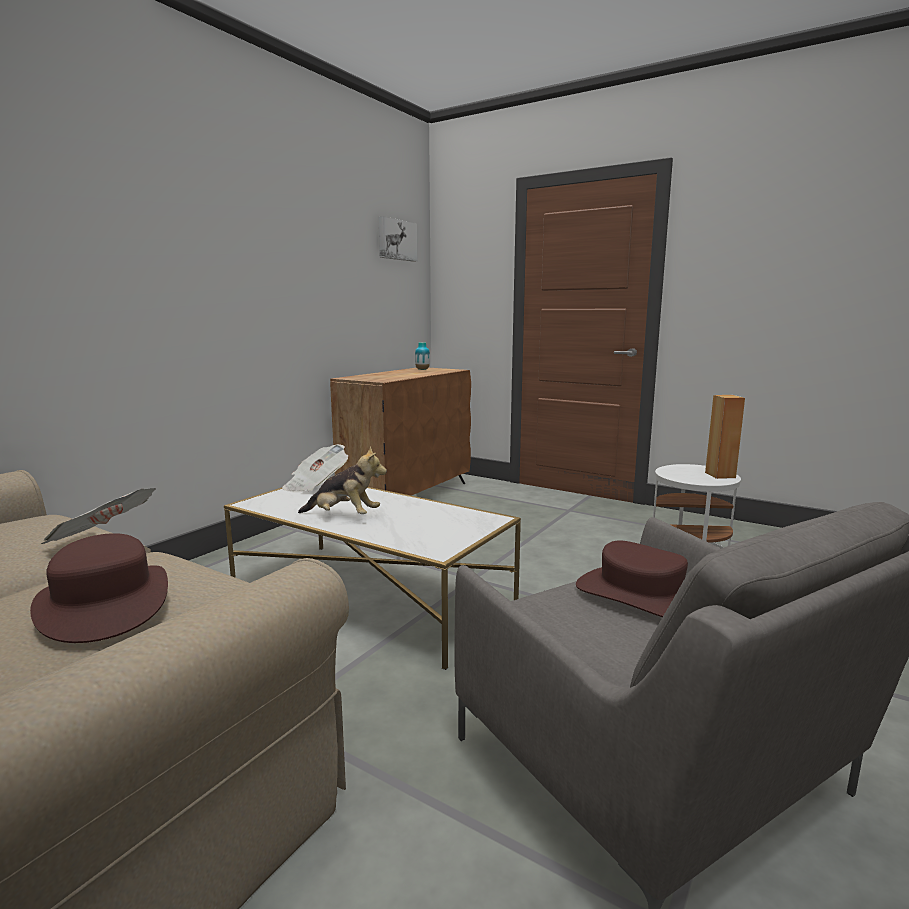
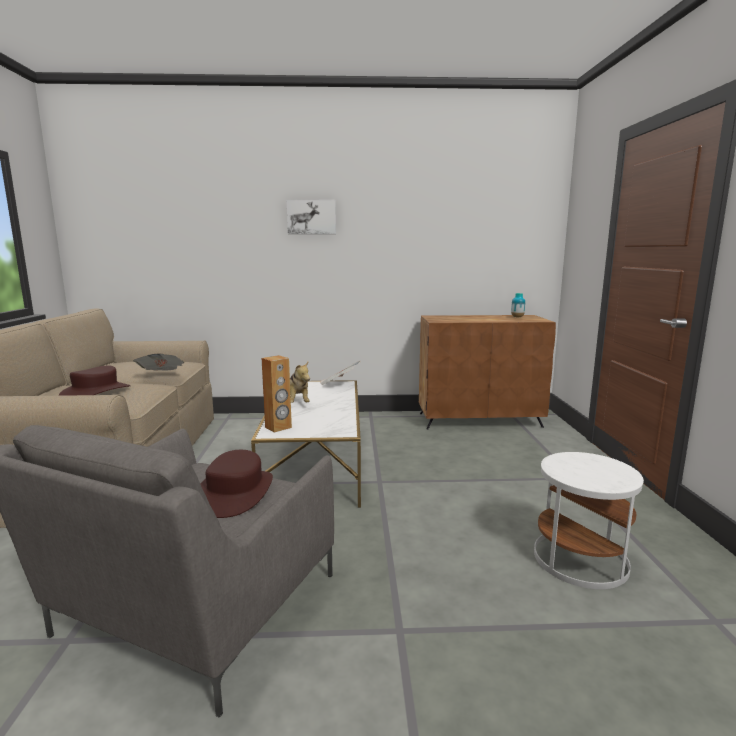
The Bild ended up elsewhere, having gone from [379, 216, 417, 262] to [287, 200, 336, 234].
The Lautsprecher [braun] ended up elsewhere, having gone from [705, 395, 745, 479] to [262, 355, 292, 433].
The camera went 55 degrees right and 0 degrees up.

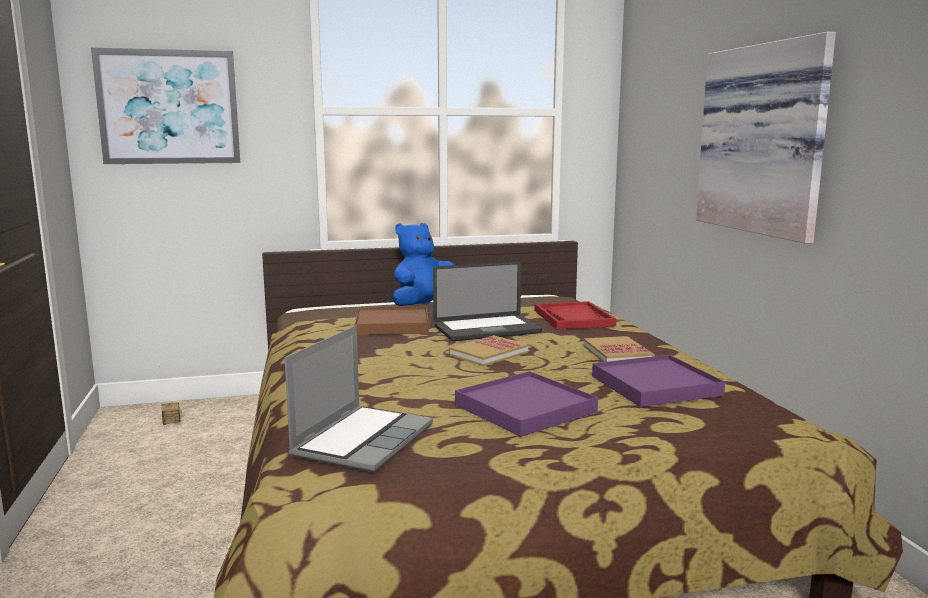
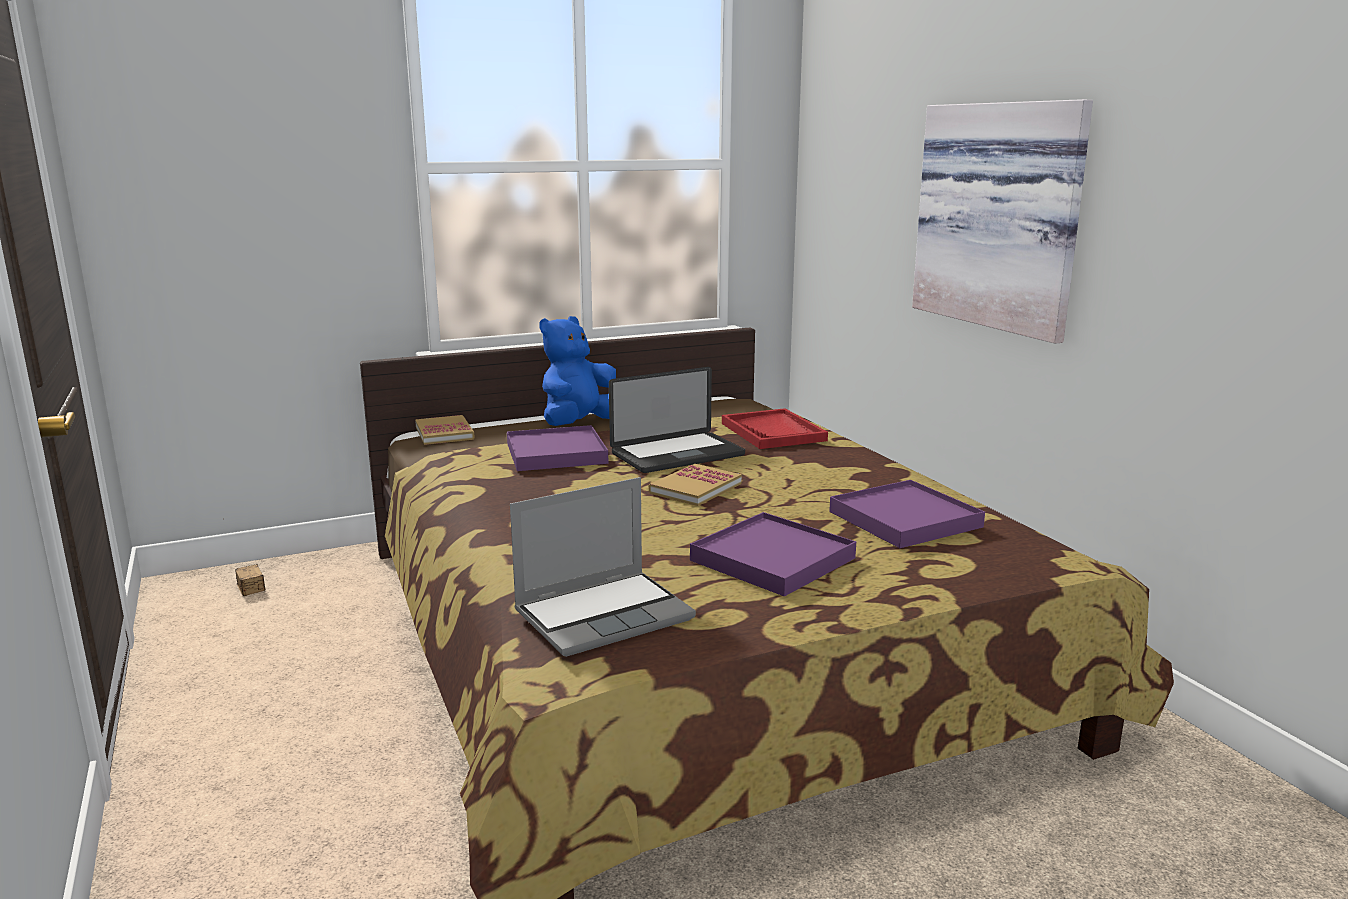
The second view lost the Bild at [91, 48, 240, 164].
What was the Tablett [braun] at [355, 306, 429, 335] turned into the Tablett [lila] at [507, 425, 608, 471].
The Laptop at [284, 325, 433, 472] ended up facing another way, 45 degrees clockwise from before.
The Buch ended up elsewhere, having gone from [584, 336, 655, 362] to [415, 415, 475, 445].
The camera went 10 degrees left and 5 degrees up.

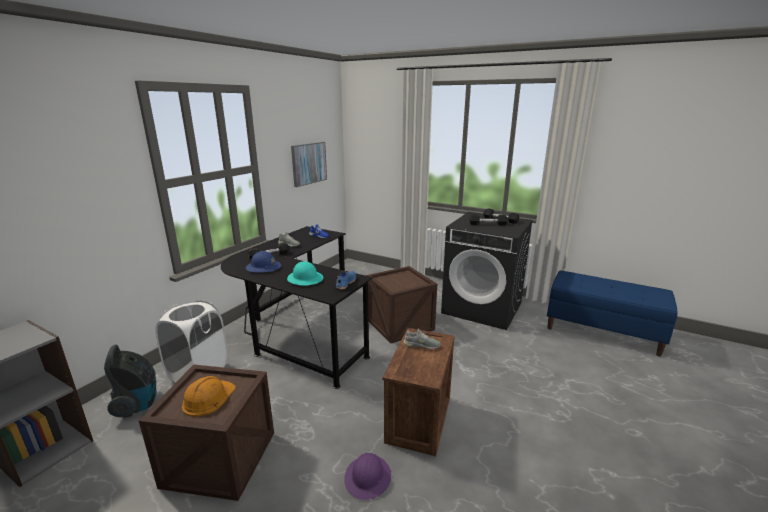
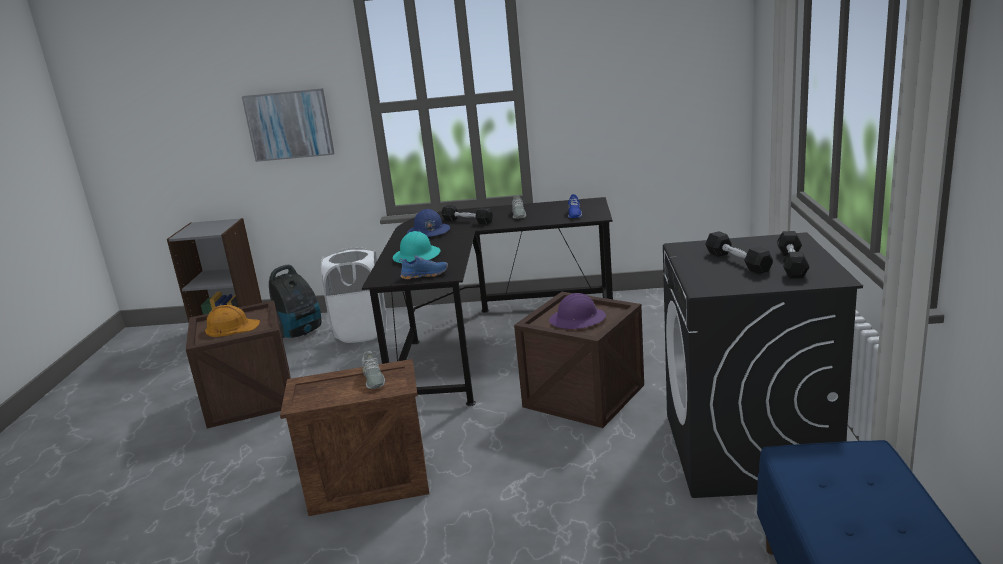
The Bild ended up elsewhere, having gone from [291, 142, 327, 187] to [242, 88, 335, 162].
The Schutzhelm [lila] ended up elsewhere, having gone from [344, 453, 391, 500] to [549, 293, 606, 329].
The camera went 65 degrees right and 0 degrees up.

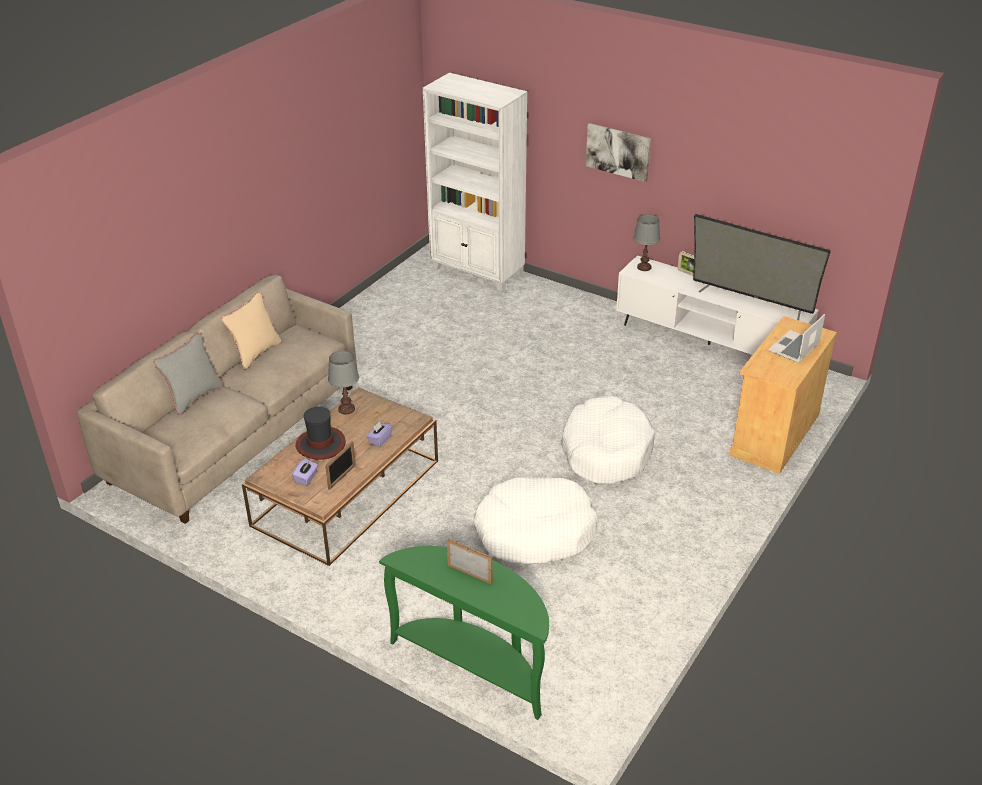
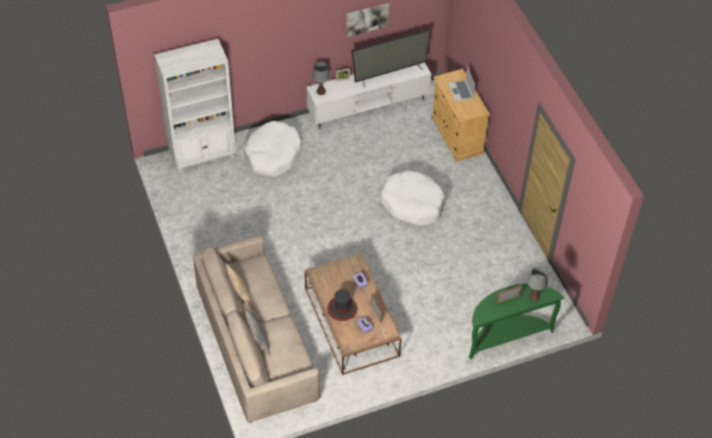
The Bild ended up elsewhere, having gone from [586, 123, 651, 182] to [346, 3, 389, 37].
The Tischlampe [grau] ended up elsewhere, having gone from [328, 351, 359, 414] to [528, 266, 548, 301].
The Hundebett [weiß] ended up elsewhere, having gone from [474, 476, 598, 565] to [244, 121, 302, 177].
The camera went 55 degrees left and 15 degrees up.

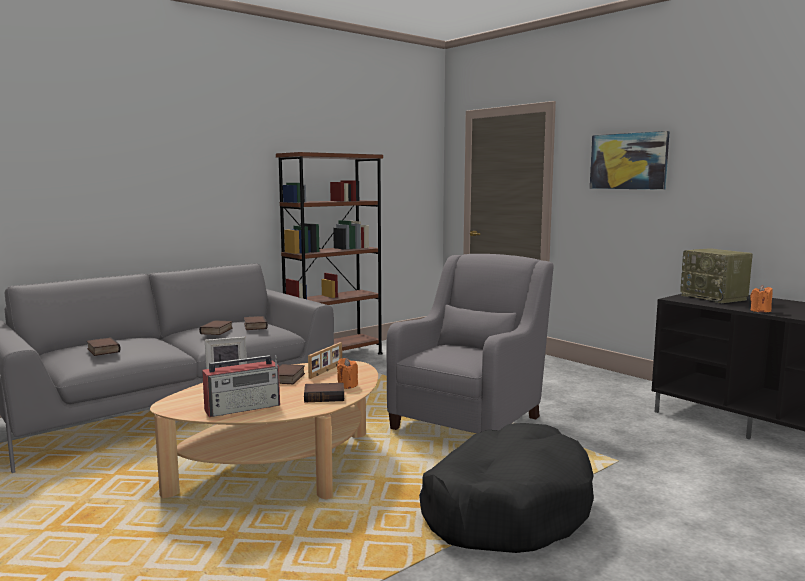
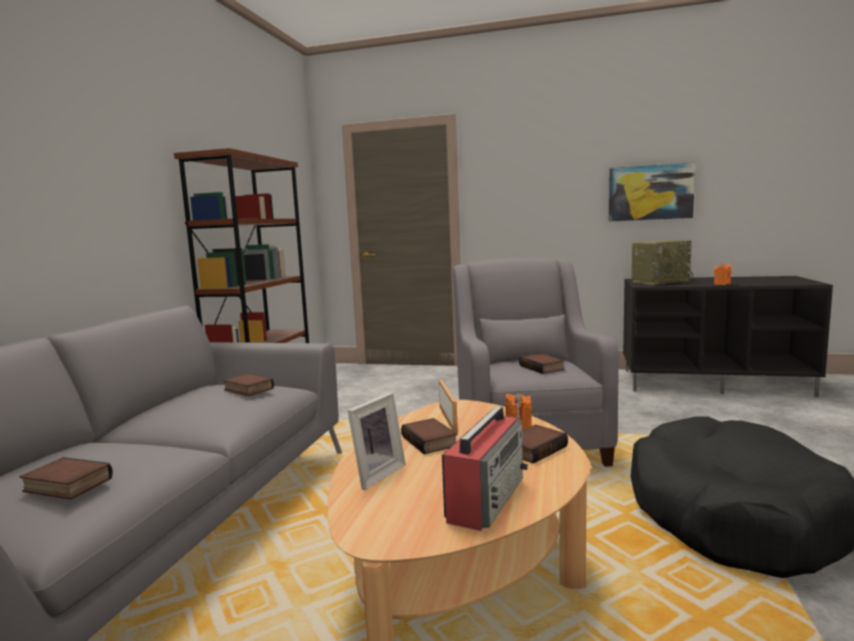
The Bild ended up elsewhere, having gone from [590, 131, 670, 190] to [609, 163, 695, 222].
The Radio at [680, 248, 753, 303] ended up facing another way, 45 degrees counterclockwise from before.
The Buch ended up elsewhere, having gone from [199, 320, 233, 335] to [519, 353, 564, 374].
The camera went 35 degrees left and 0 degrees up.

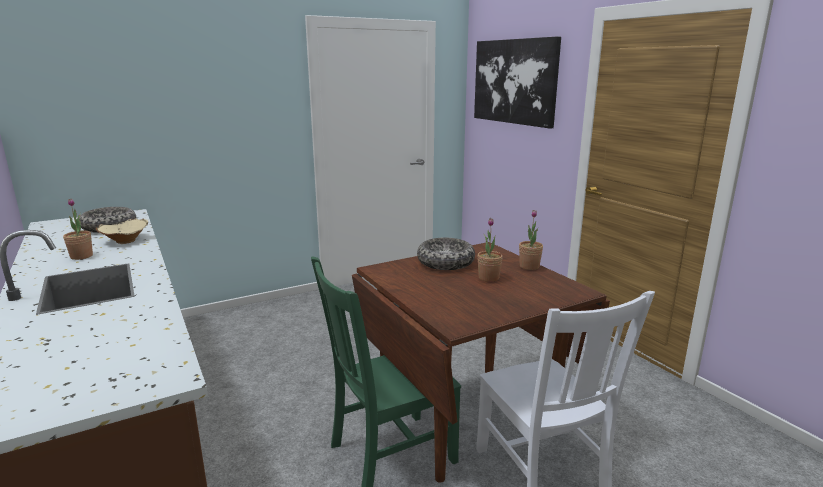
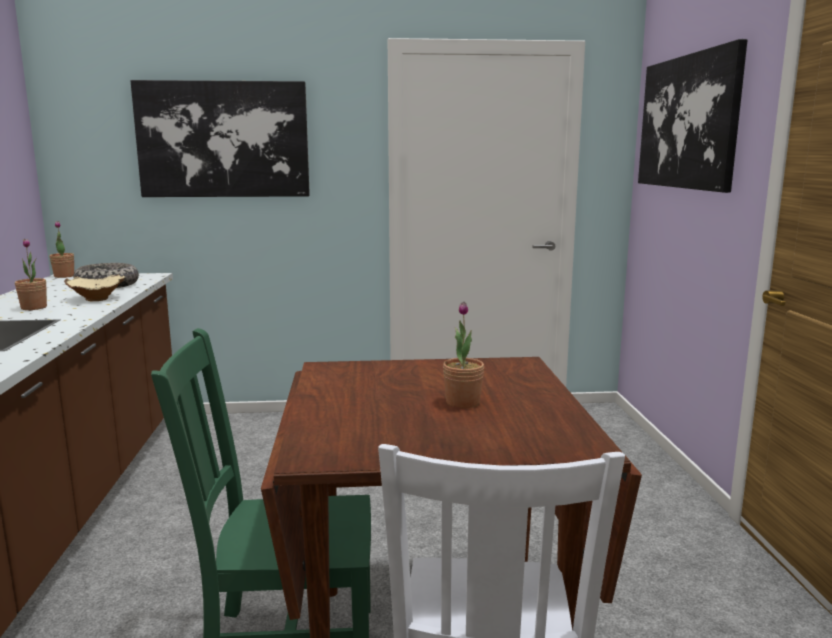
The Topfpflanze ended up elsewhere, having gone from [519, 210, 543, 270] to [49, 221, 74, 278].
The second view lost the Schüssel at [417, 238, 475, 270].
The second view gained the Bild at [130, 80, 310, 197].
The camera went 25 degrees right and 5 degrees down.

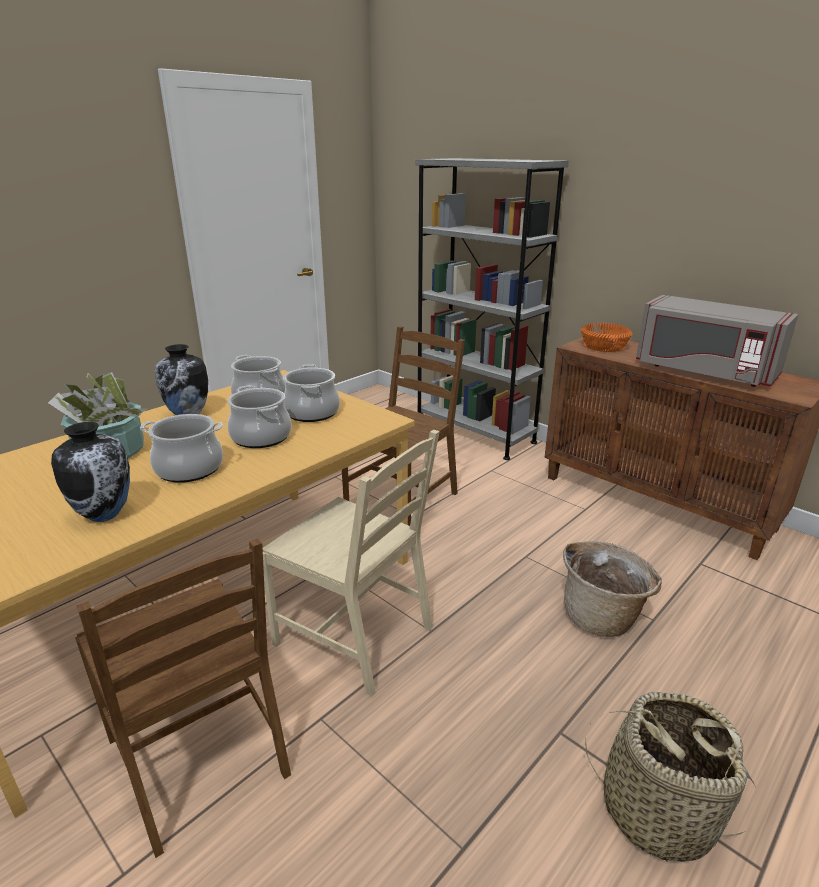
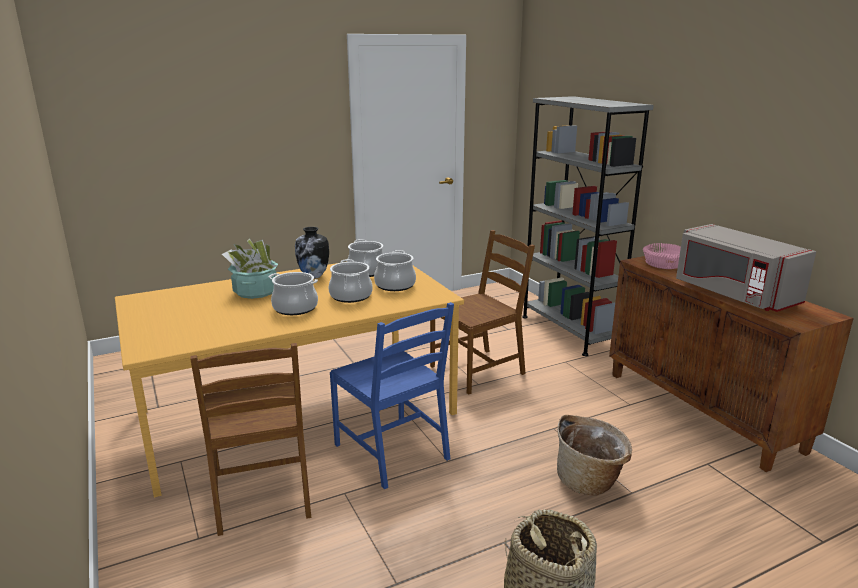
What was the Schüssel [orange] at [581, 323, 633, 352] turned into the Schüssel [rosa] at [643, 243, 681, 269].
The second view lost the Vase at [51, 422, 130, 522].
What was the Stuhl [beige] at [263, 430, 440, 697] turned into the Stuhl [blau] at [330, 302, 454, 489].
The camera went 20 degrees right and 5 degrees down.

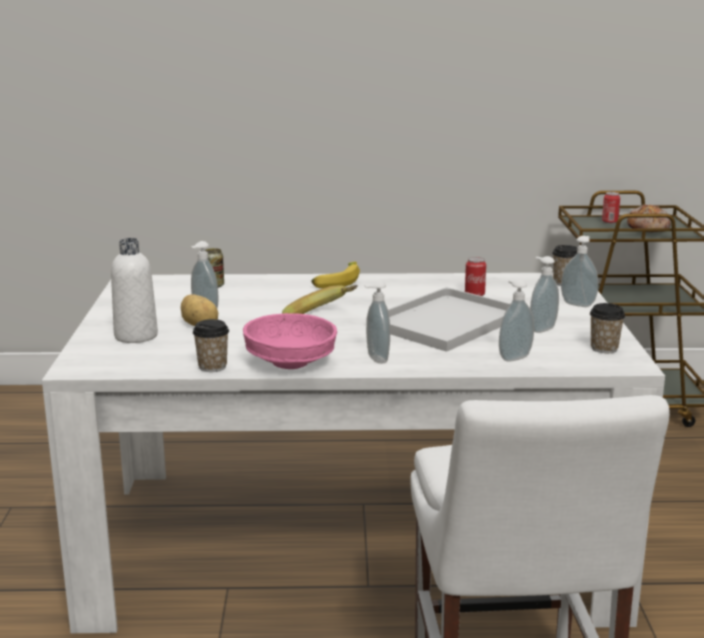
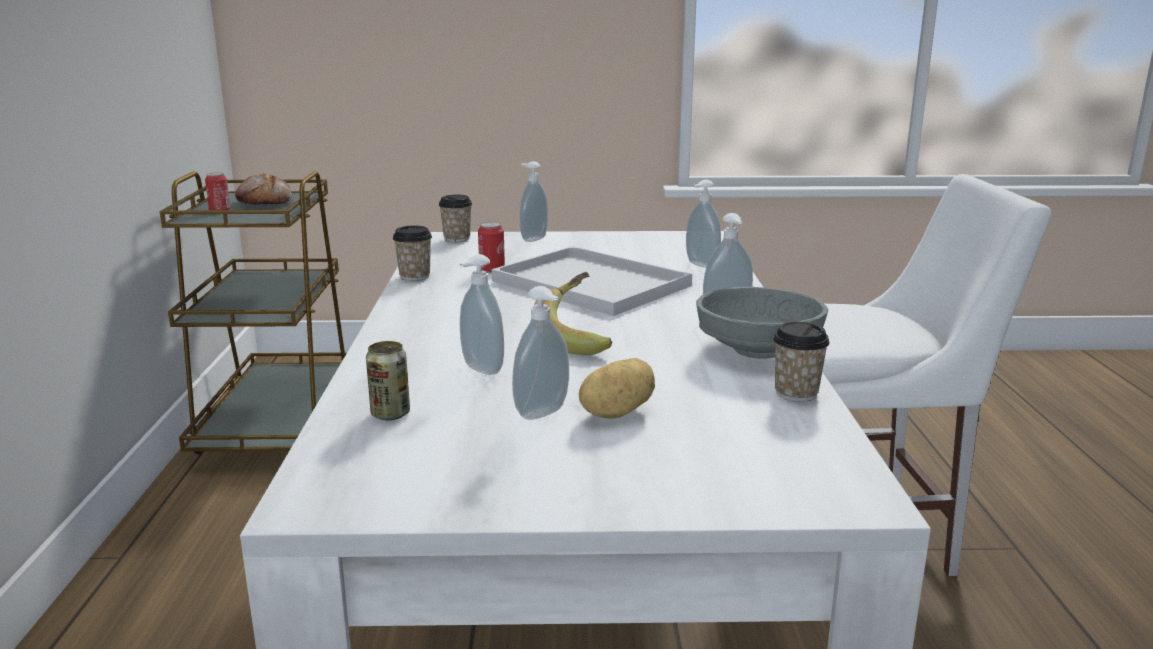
The second view lost the Flasche [weiß] at [111, 238, 158, 343].
The Seifenspender ended up elsewhere, having gone from [530, 256, 559, 333] to [460, 254, 504, 375].
The second view lost the Banane at [311, 262, 360, 288].
The Tasse ended up elsewhere, having gone from [590, 303, 625, 353] to [393, 225, 432, 281].
What was the Schüssel [rosa] at [243, 313, 337, 369] turned into the Schüssel [grau] at [696, 287, 829, 359].
The camera went 90 degrees left and 0 degrees up.

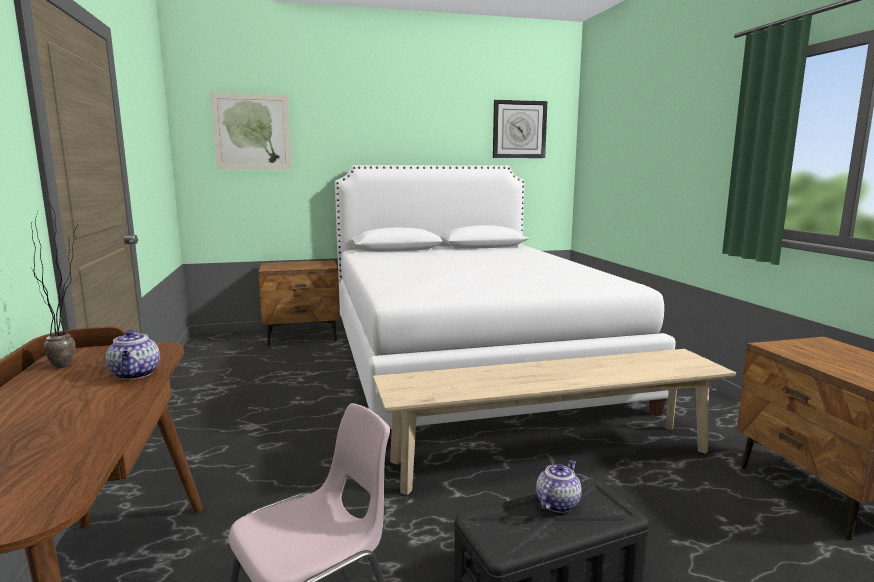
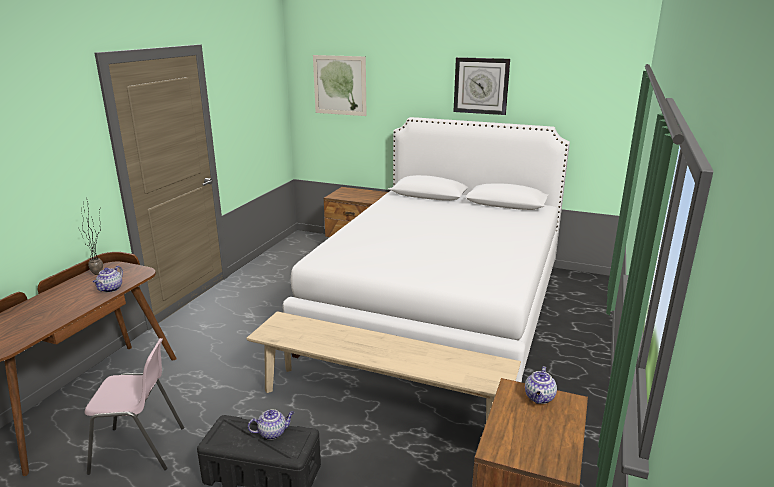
The Wanduhr ended up elsewhere, having gone from [493, 100, 547, 158] to [454, 57, 510, 115].
The second view gained the Teekanne at [525, 366, 557, 404].
The camera went 35 degrees right and 10 degrees up.

